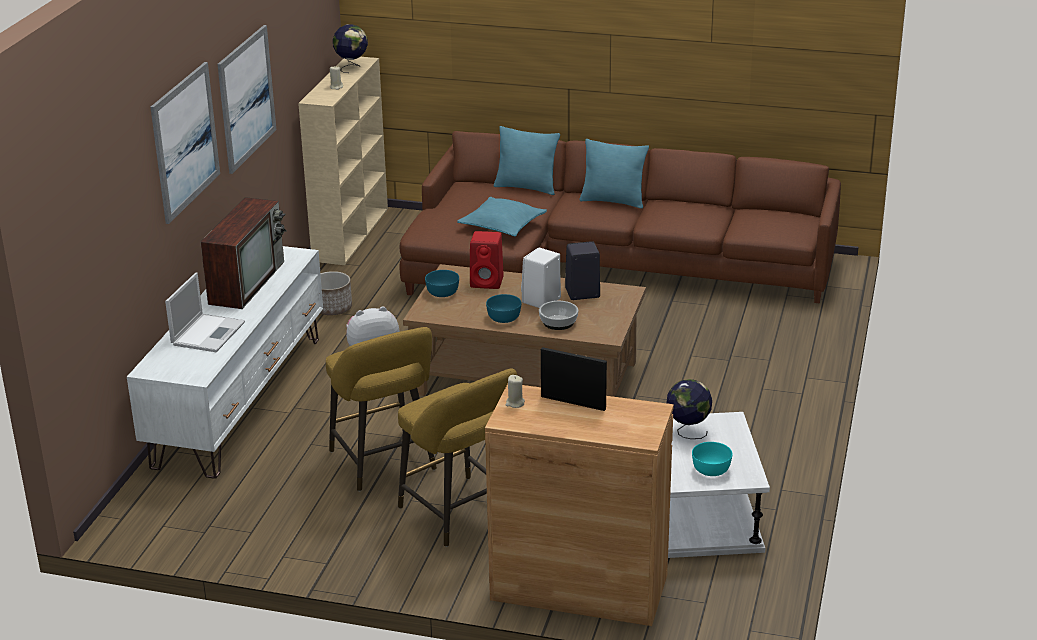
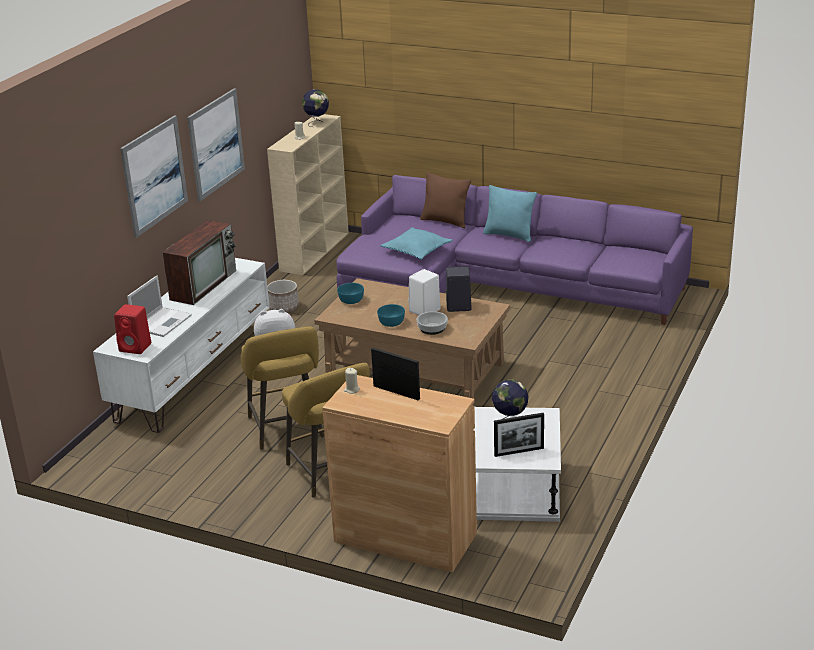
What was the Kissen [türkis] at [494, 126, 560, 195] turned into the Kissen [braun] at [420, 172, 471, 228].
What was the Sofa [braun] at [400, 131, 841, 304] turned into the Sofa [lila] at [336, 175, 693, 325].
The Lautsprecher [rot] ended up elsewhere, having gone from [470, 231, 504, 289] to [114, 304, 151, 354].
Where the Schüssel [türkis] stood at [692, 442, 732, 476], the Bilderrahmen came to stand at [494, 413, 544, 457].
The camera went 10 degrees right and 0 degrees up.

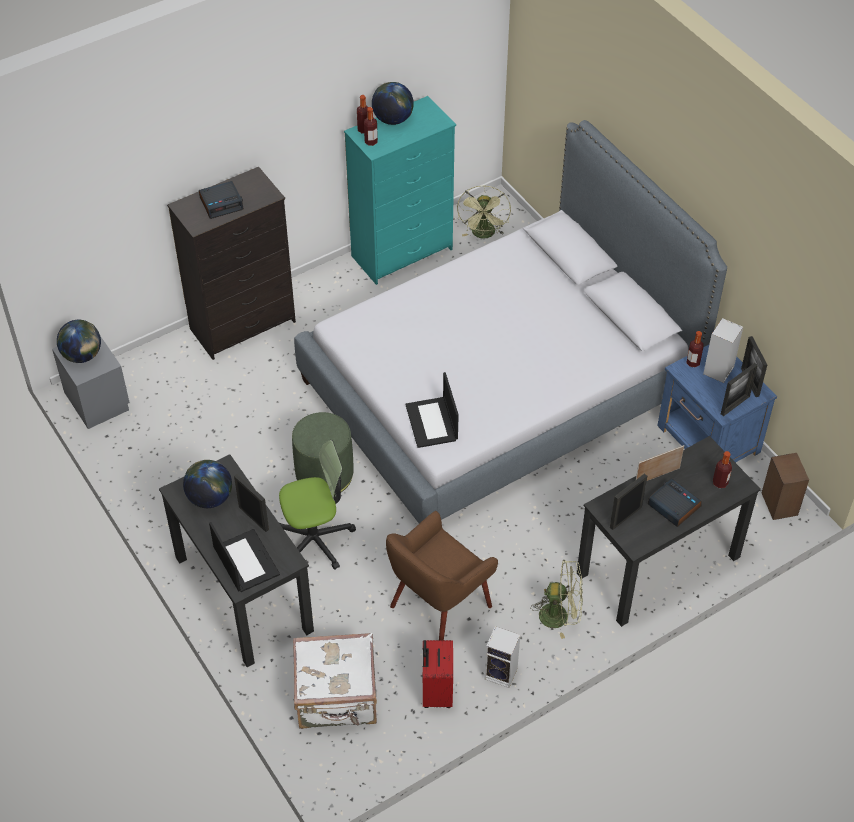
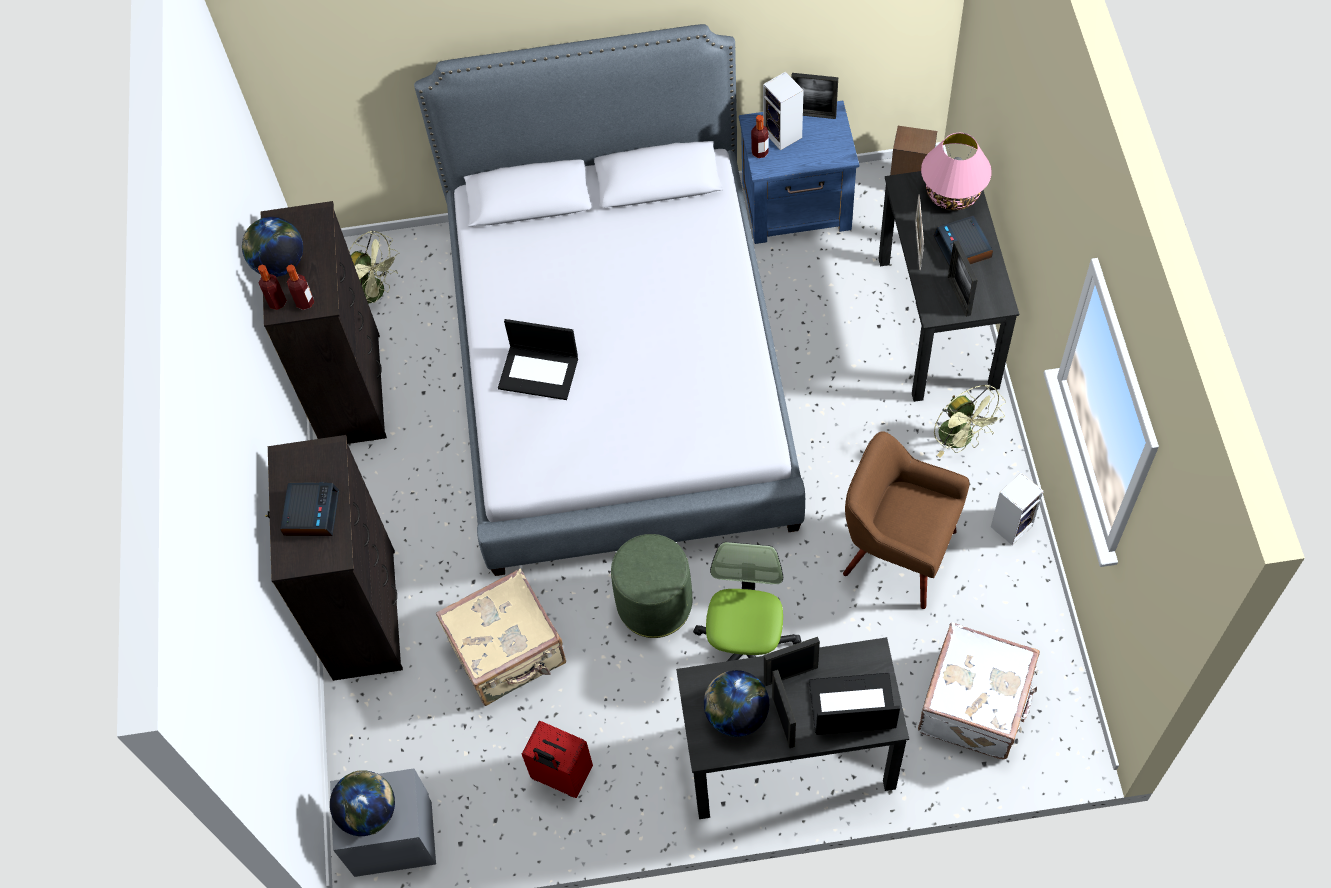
What was the Kommode [türkis] at [344, 96, 456, 285] turned into the Kommode [schwarz] at [261, 201, 387, 444].
The Bilderrahmen ended up elsewhere, having gone from [721, 363, 758, 416] to [772, 670, 796, 748].
The Laptop ended up elsewhere, having gone from [405, 372, 459, 448] to [498, 319, 578, 400].
Where the Flasche stood at [713, 451, 732, 488], the Tischlampe [rosa] came to stand at [921, 133, 992, 210].
The Wecker at [648, 478, 702, 527] ended up facing another way, 90 degrees counterclockwise from before.
The Sessel [braun] at [386, 511, 498, 640] ended up facing another way, 135 degrees clockwise from before.
The Ventilator [grün] at [531, 560, 583, 639] ended up facing another way, 120 degrees clockwise from before.
The Koffer [rot] ended up elsewhere, having gone from [422, 640, 453, 708] to [522, 721, 593, 798].
The second view gained the Koffer [beige] at [436, 569, 566, 706].
The camera went 60 degrees left and 10 degrees up.

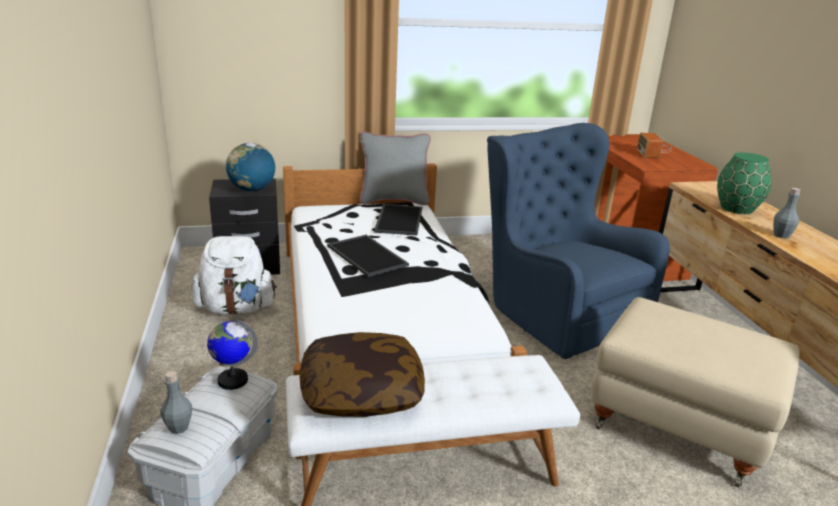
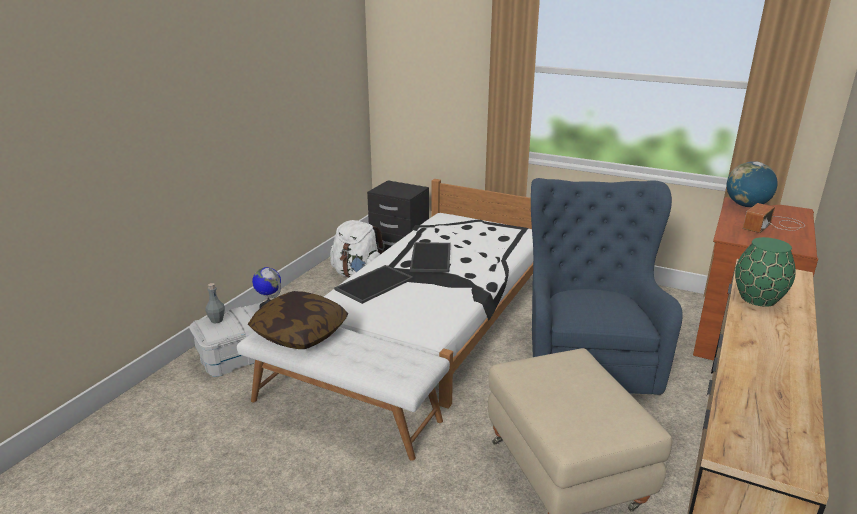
The second view lost the Kissen [grau] at [360, 132, 431, 205].
The Globus ended up elsewhere, having gone from [226, 143, 275, 191] to [727, 161, 778, 207].
The second view lost the Flasche [grau] at [773, 188, 800, 238].
The Tablett ended up elsewhere, having gone from [374, 204, 422, 236] to [334, 265, 413, 304].
The camera went 40 degrees right and 0 degrees up.

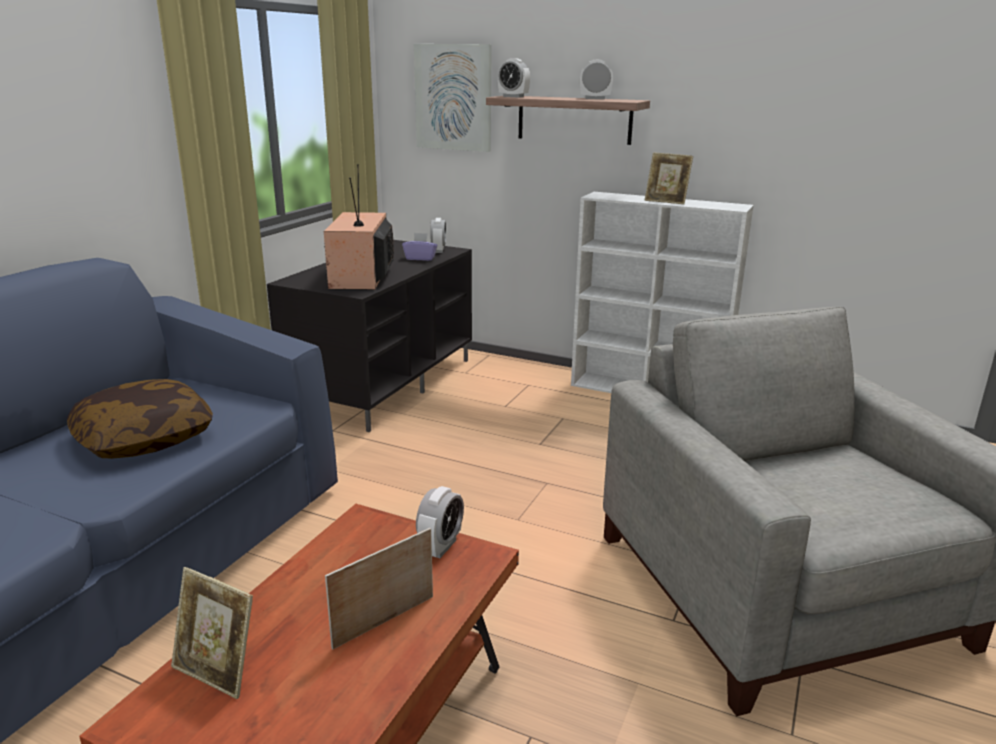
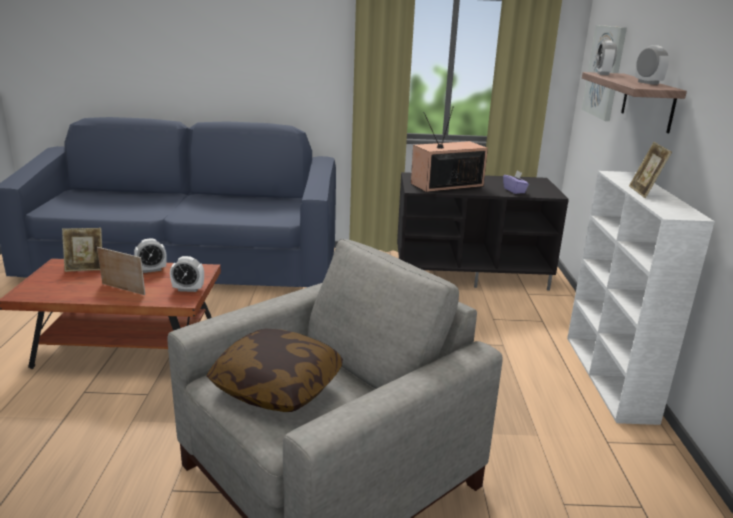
The Wecker ended up elsewhere, having gone from [430, 218, 446, 253] to [134, 238, 167, 273].
The Kissen ended up elsewhere, having gone from [67, 379, 213, 459] to [207, 328, 343, 412].
The Bilderrahmen at [171, 567, 253, 699] ended up facing another way, 105 degrees counterclockwise from before.
The camera went 65 degrees right and 0 degrees up.

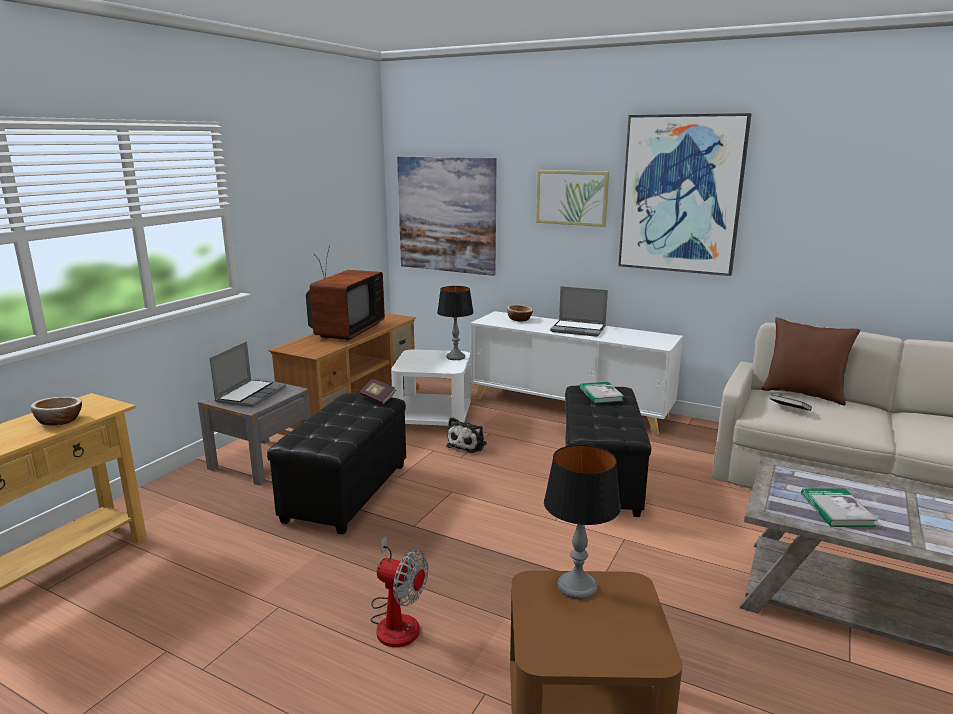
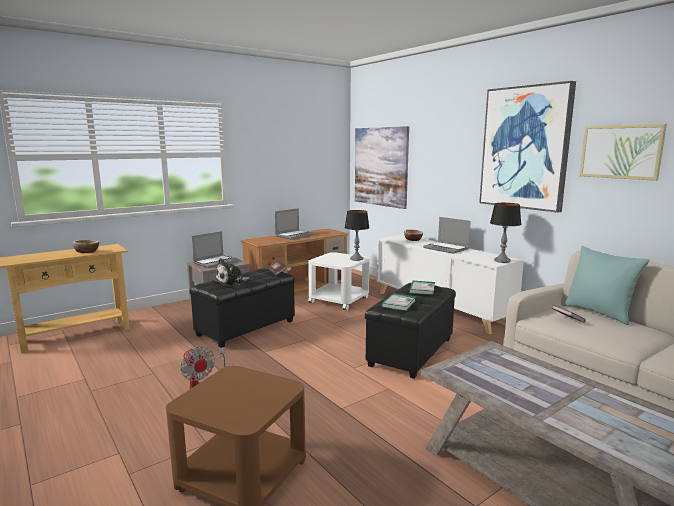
The Bild ended up elsewhere, having gone from [536, 170, 609, 227] to [579, 124, 667, 181].
Where the Fernseher stood at [306, 245, 385, 340], the Laptop came to stand at [275, 208, 314, 240].
What was the Kissen [braun] at [762, 317, 860, 405] turned into the Kissen [türkis] at [564, 246, 650, 325].
The Plüschtier ended up elsewhere, having gone from [446, 417, 487, 453] to [215, 258, 250, 286].
The Tischlampe ended up elsewhere, having gone from [544, 445, 621, 600] to [490, 203, 521, 263].
The Buch ended up elsewhere, having gone from [801, 488, 878, 527] to [381, 293, 416, 311].
The camera went 25 degrees right and 5 degrees down.

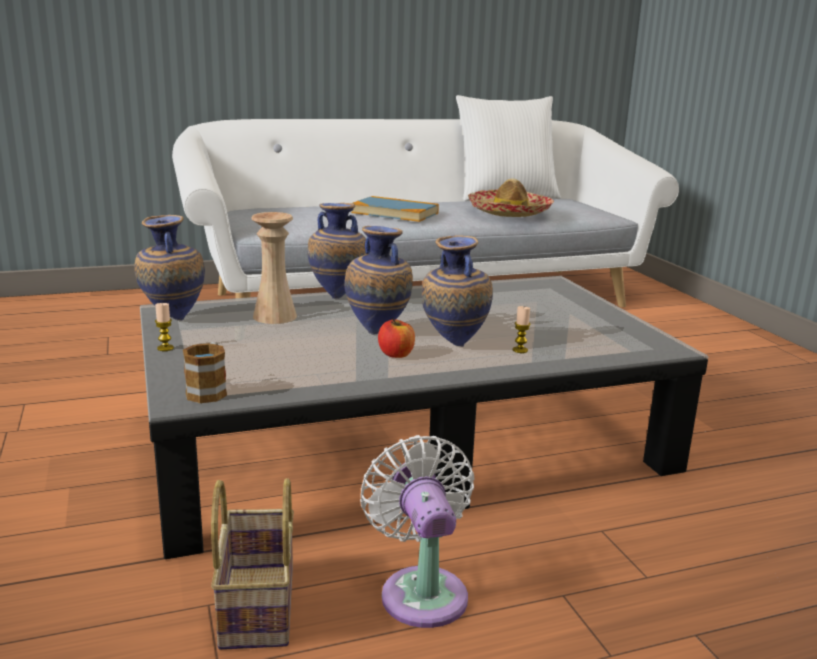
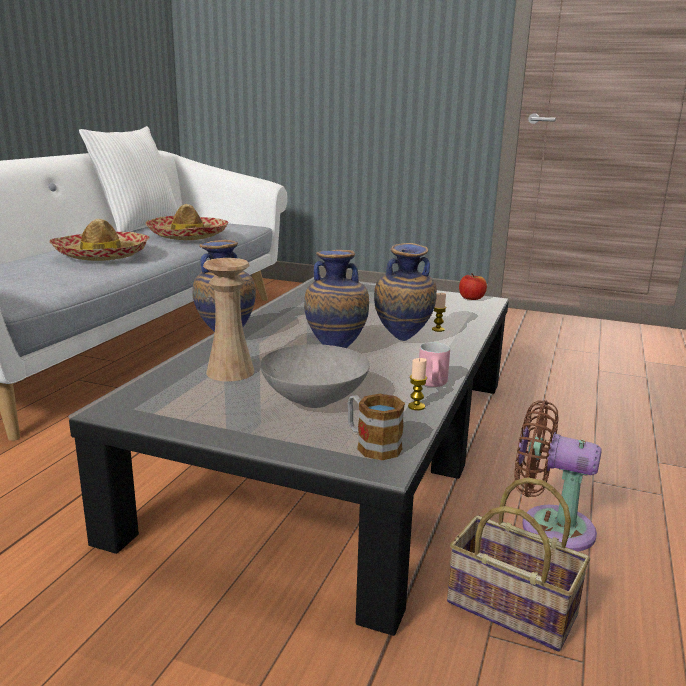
Where the Buch stood at [351, 196, 439, 222], the Hut came to stand at [50, 219, 150, 261].
The second view lost the Vase at [134, 215, 205, 320].
The Kerze ended up elsewhere, having gone from [155, 303, 174, 351] to [408, 358, 427, 410].
The Apfel ended up elsewhere, having gone from [378, 318, 415, 358] to [459, 273, 487, 300].
What was the Ventilator [weiß] at [360, 435, 475, 628] turned into the Ventilator [braun] at [514, 400, 602, 551].
The second view gained the Henkelbecher [rosa] at [419, 342, 450, 387].
The second view gained the Schüssel [grau] at [260, 344, 370, 408].
The camera went 50 degrees left and 0 degrees up.

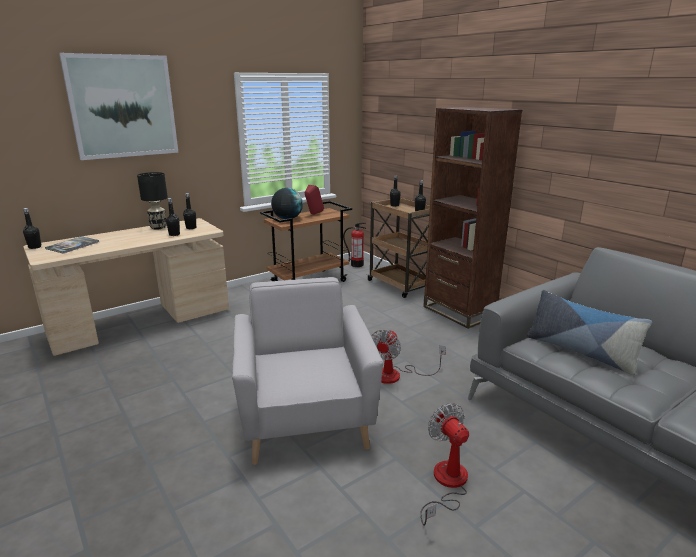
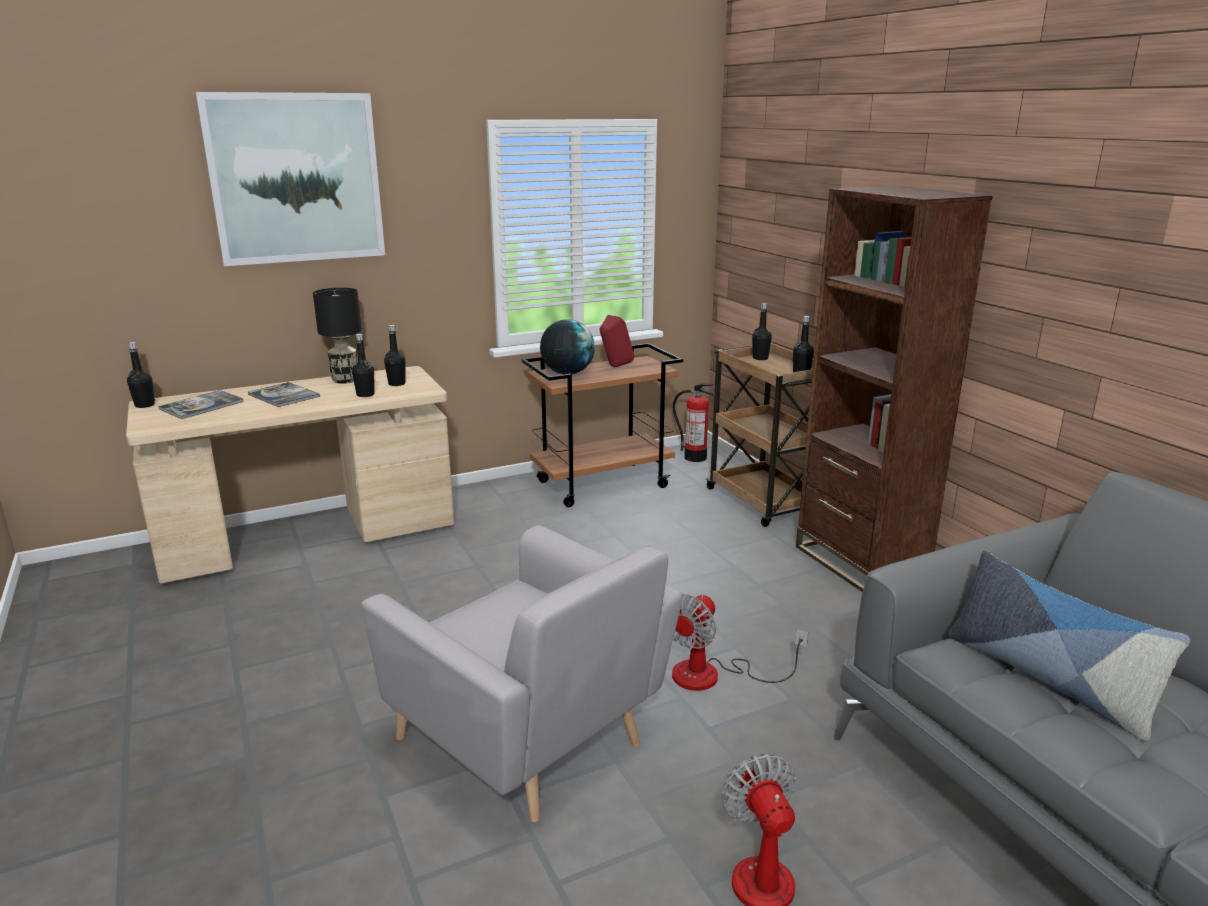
The Sessel [grau] at [232, 277, 383, 465] ended up facing another way, 135 degrees clockwise from before.
The second view gained the Buch at [248, 382, 320, 407].
The camera went 10 degrees right and 0 degrees up.

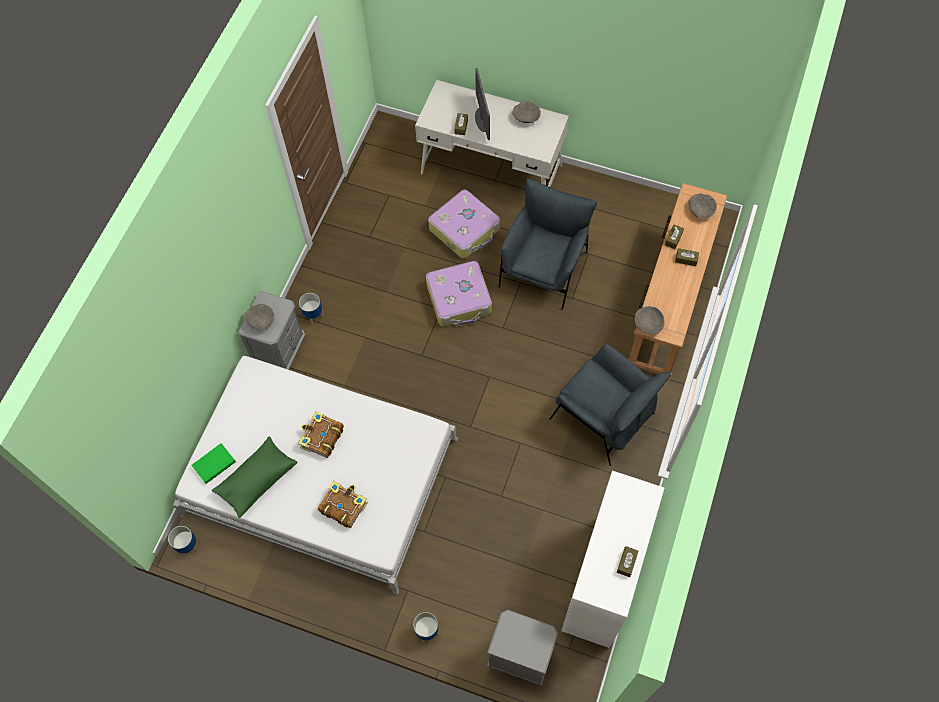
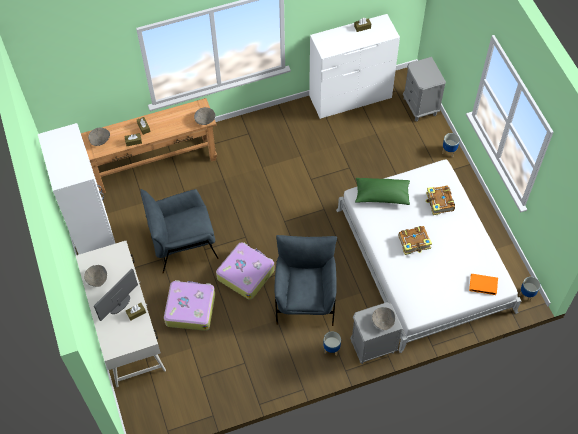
The Sessel [grau] ended up elsewhere, having gone from [549, 344, 671, 466] to [274, 235, 337, 326].
The Kissen [grün] ended up elsewhere, having gone from [212, 436, 298, 518] to [355, 178, 410, 205].
What was the Buch [grün] at [192, 443, 236, 484] turned into the Buch [orange] at [469, 274, 498, 295].
The second view gained the Kleiderschrank [weiß] at [38, 123, 116, 254].
The camera went 130 degrees left and 5 degrees down.

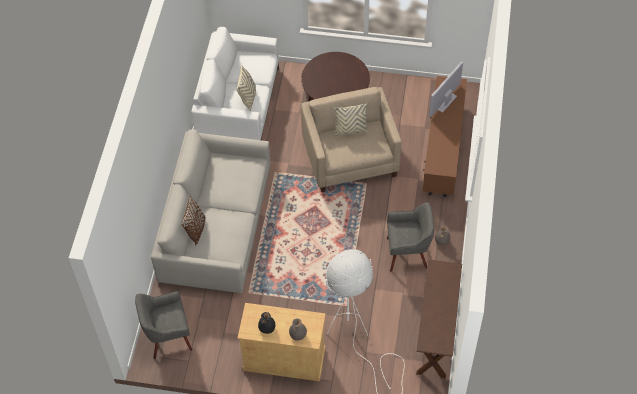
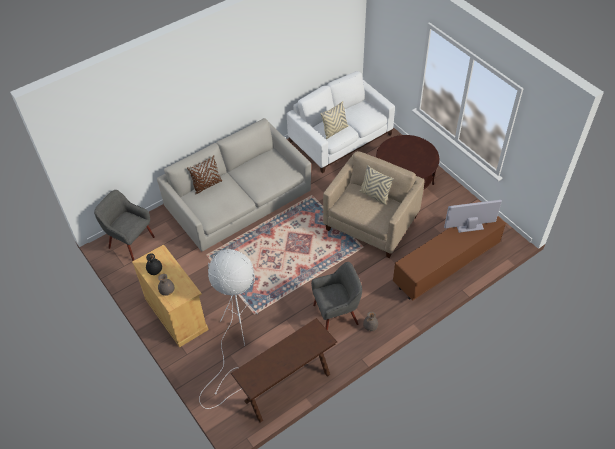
The Sessel [grau] at [387, 202, 434, 272] ended up facing another way, 60 degrees counterclockwise from before.
The camera went 45 degrees right and 5 degrees down.

